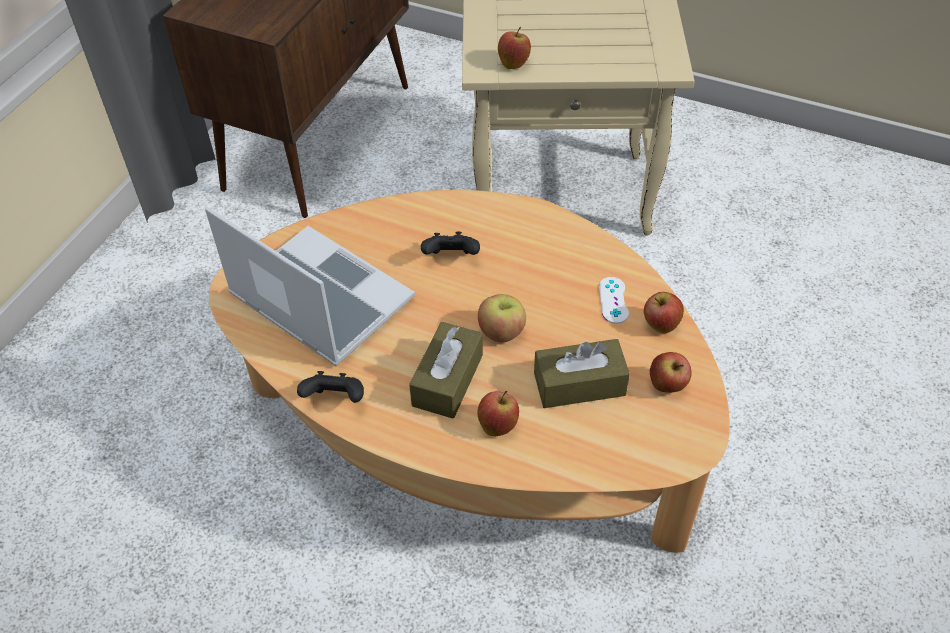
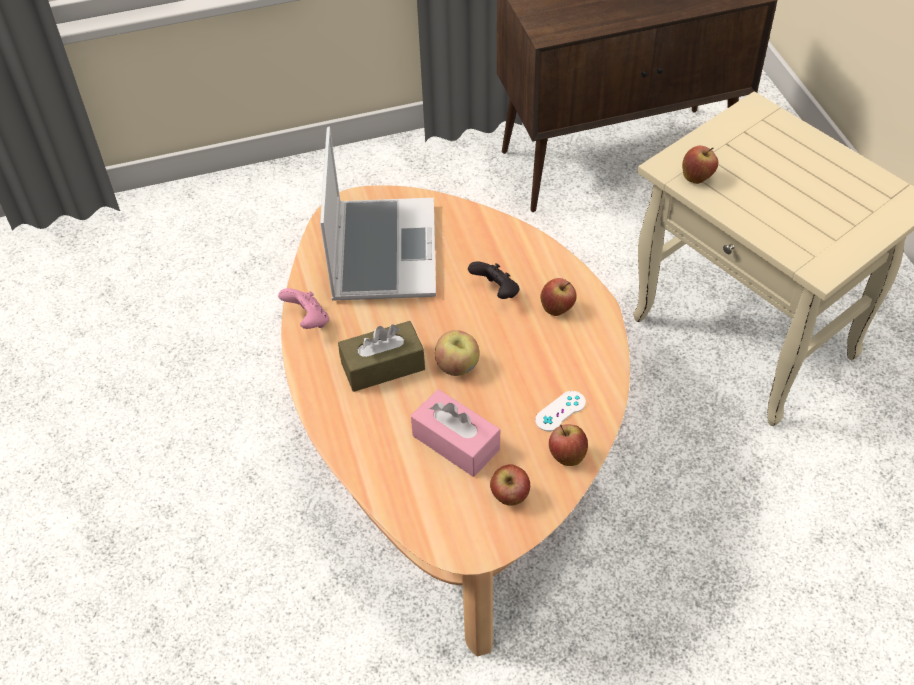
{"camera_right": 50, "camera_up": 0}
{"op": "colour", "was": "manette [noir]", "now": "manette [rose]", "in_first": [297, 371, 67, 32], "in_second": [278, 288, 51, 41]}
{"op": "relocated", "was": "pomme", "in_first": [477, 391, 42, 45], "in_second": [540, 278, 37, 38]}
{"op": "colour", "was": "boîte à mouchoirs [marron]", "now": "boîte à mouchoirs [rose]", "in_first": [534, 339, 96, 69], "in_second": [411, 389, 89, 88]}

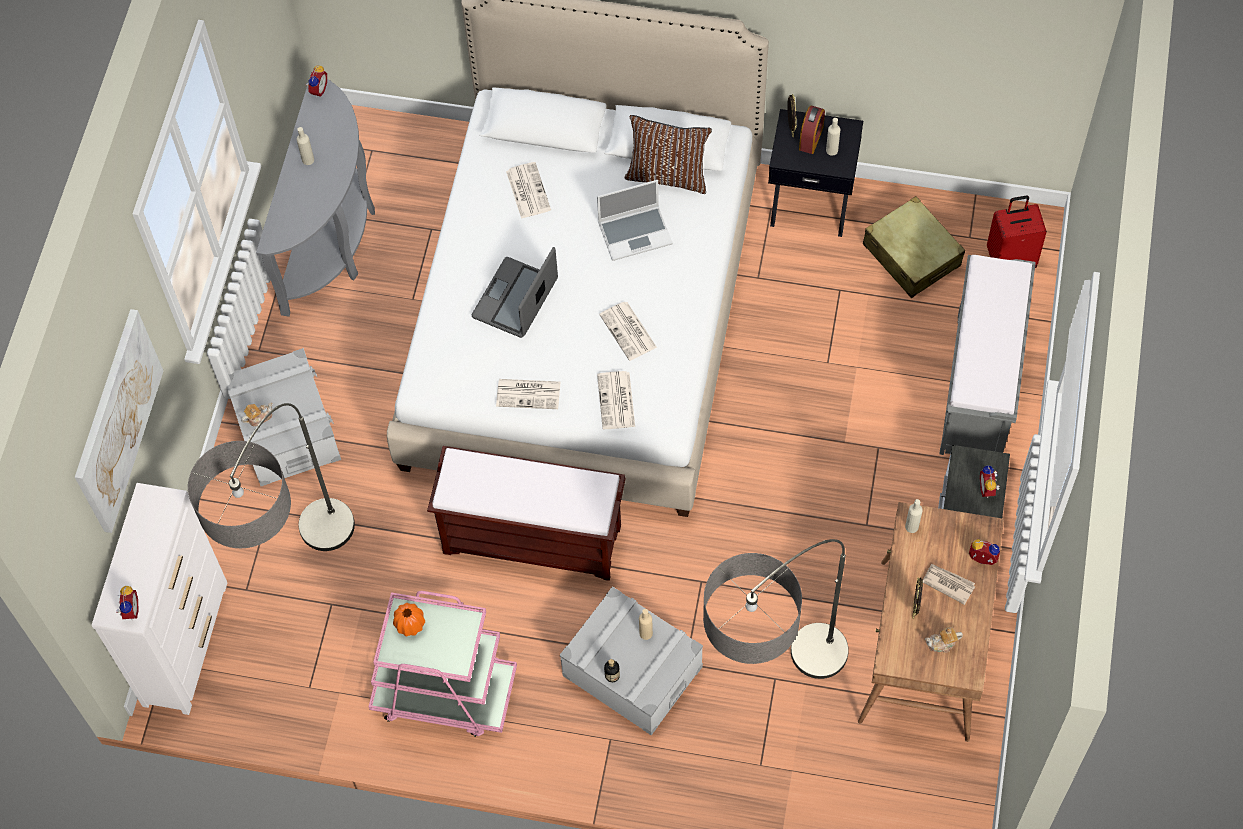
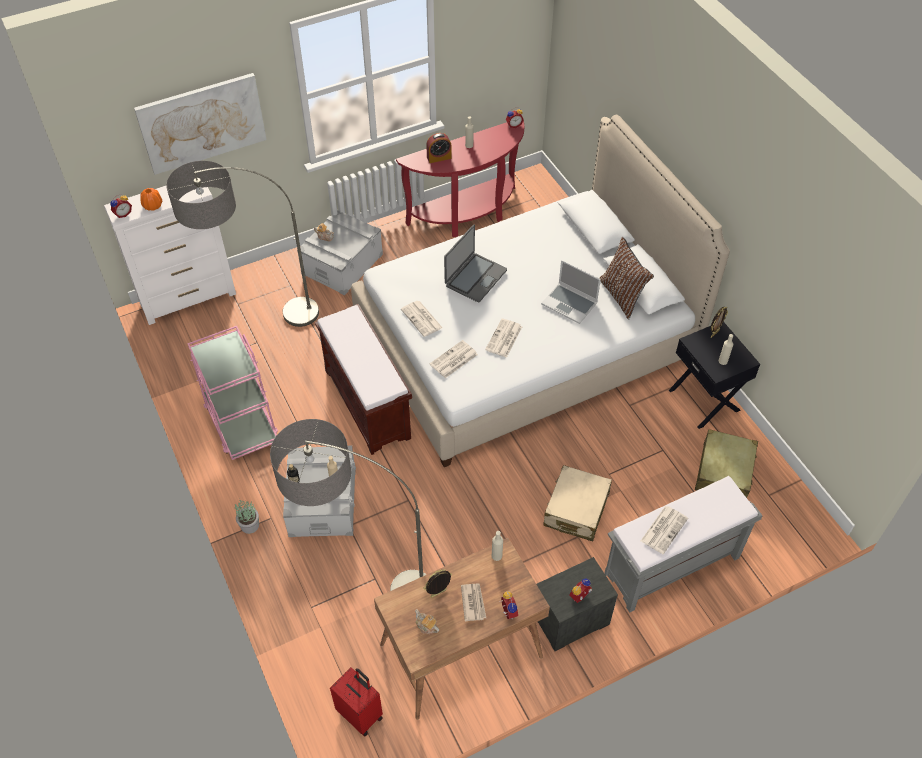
{"camera_right": 50, "camera_up": -10}
{"op": "colour", "was": "table console [gris]", "now": "table console [rouge]", "in_first": [256, 75, 119, 242], "in_second": [396, 121, 128, 116]}
{"op": "relocated", "was": "vase [orange]", "in_first": [393, 603, 32, 34], "in_second": [140, 188, 22, 23]}
{"op": "spun", "was": "ordinateur portable", "in_first": [472, 247, 86, 91], "in_second": [444, 225, 63, 77], "clockwise": 135}
{"op": "relocated", "was": "journal", "in_first": [506, 162, 45, 57], "in_second": [641, 506, 47, 48]}
{"op": "relocated", "was": "réveil", "in_first": [799, 106, 26, 48], "in_second": [426, 133, 26, 30]}
{"op": "relocated", "was": "valise [rouge]", "in_first": [987, 196, 60, 72], "in_second": [330, 667, 53, 70]}
{"op": "appeared", "now": "plante en pot", "in_second": [235, 499, 24, 35]}
{"op": "appeared", "now": "valise [beige]", "in_second": [543, 465, 69, 76]}

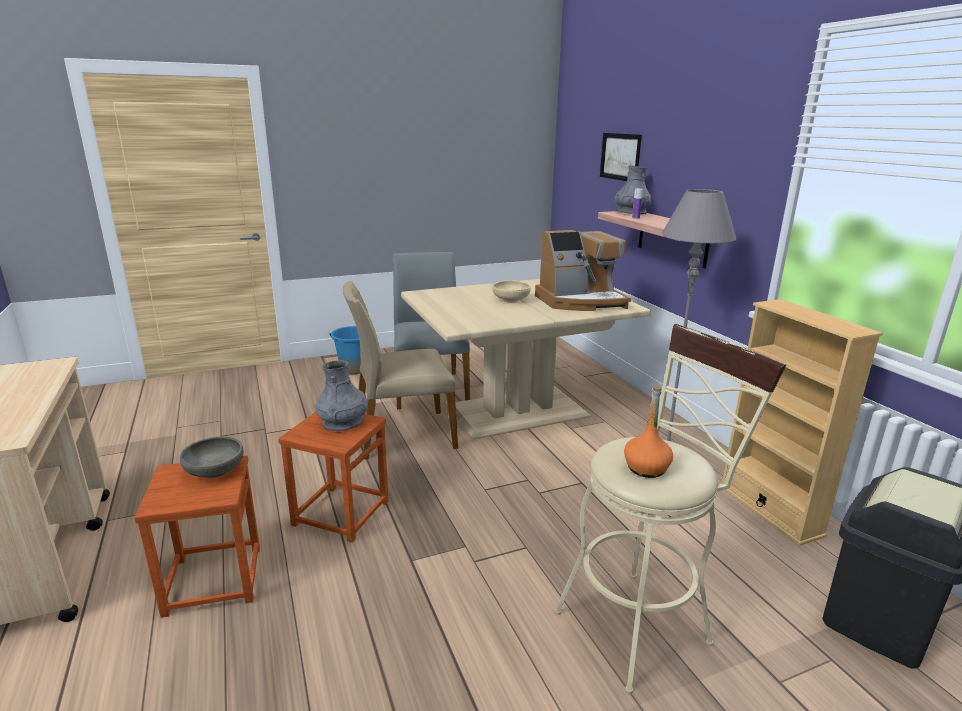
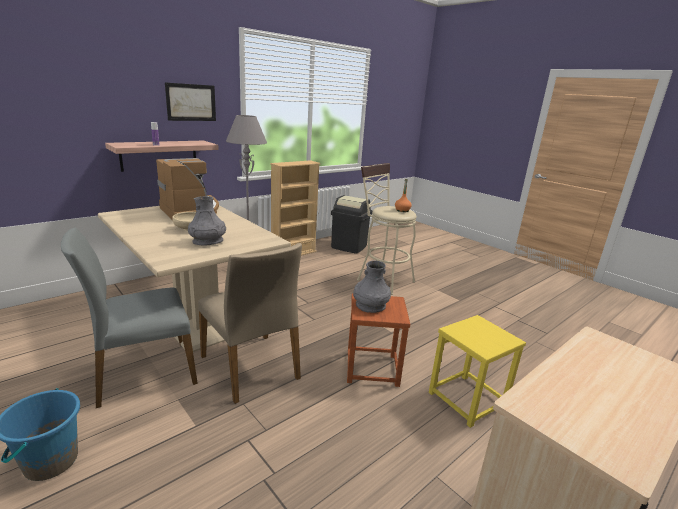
{"camera_right": -110, "camera_up": 0}
{"op": "colour", "was": "tabouret [marron]", "now": "tabouret [jaune]", "in_first": [134, 456, 126, 162], "in_second": [429, 315, 97, 113]}
{"op": "missing", "was": "bol [gris]", "in_first": [180, 437, 63, 41]}
{"op": "relocated", "was": "tableau", "in_first": [600, 133, 42, 48], "in_second": [165, 82, 51, 39]}
{"op": "relocated", "was": "vase [gris]", "in_first": [615, 166, 36, 48], "in_second": [188, 196, 38, 50]}

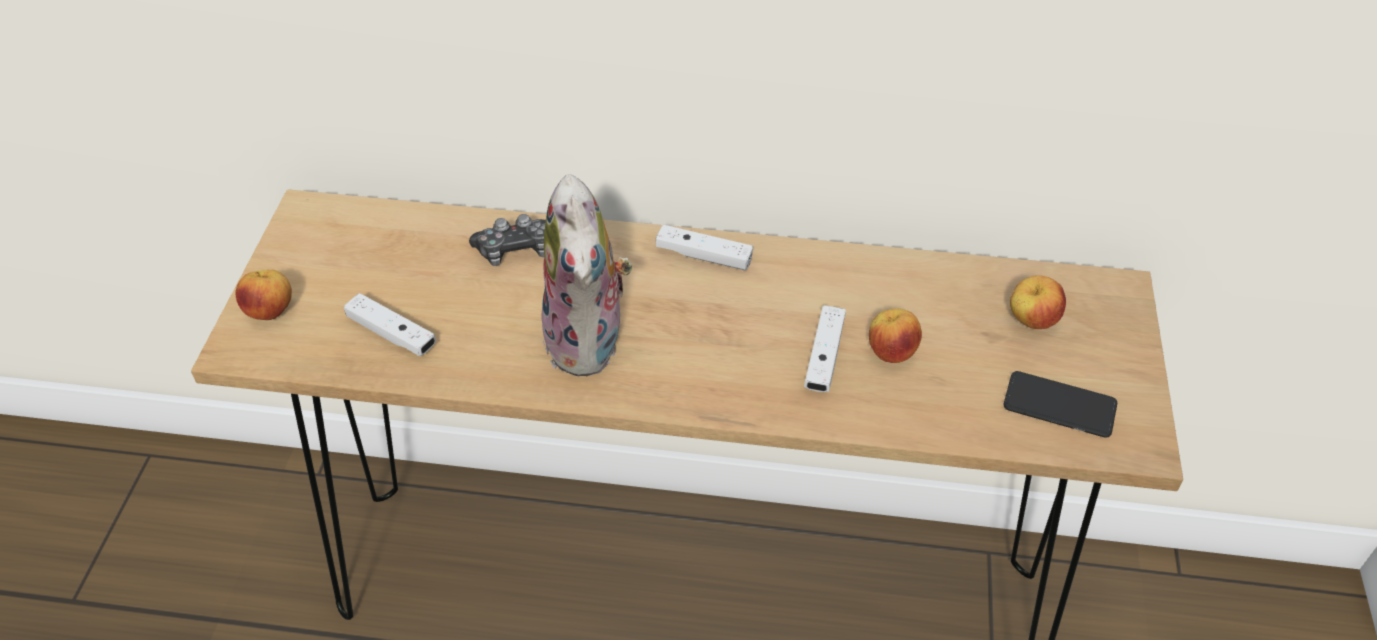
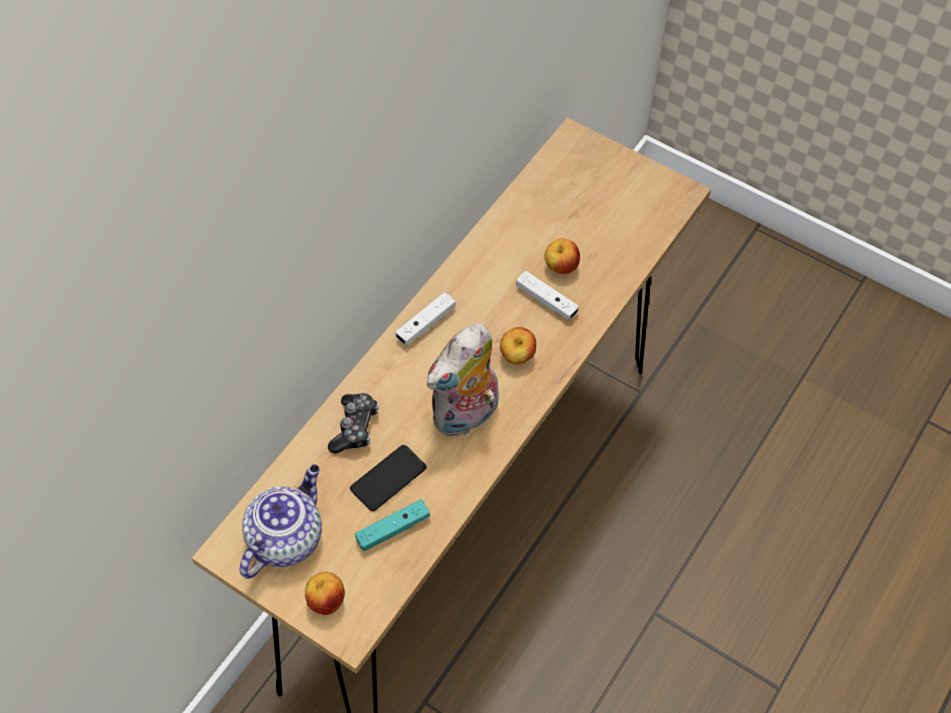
{"camera_right": -65, "camera_up": 10}
{"op": "colour", "was": "manette [blanc]", "now": "manette [turquoise]", "in_first": [344, 293, 92, 63], "in_second": [355, 499, 75, 52]}
{"op": "spun", "was": "peluche", "in_first": [541, 174, 92, 202], "in_second": [427, 324, 72, 112], "clockwise": 120}
{"op": "relocated", "was": "téléphone", "in_first": [1004, 371, 113, 67], "in_second": [350, 445, 76, 66]}
{"op": "relocated", "was": "pomme", "in_first": [1010, 275, 56, 54], "in_second": [500, 327, 36, 38]}
{"op": "appeared", "now": "théière", "in_second": [240, 464, 82, 115]}

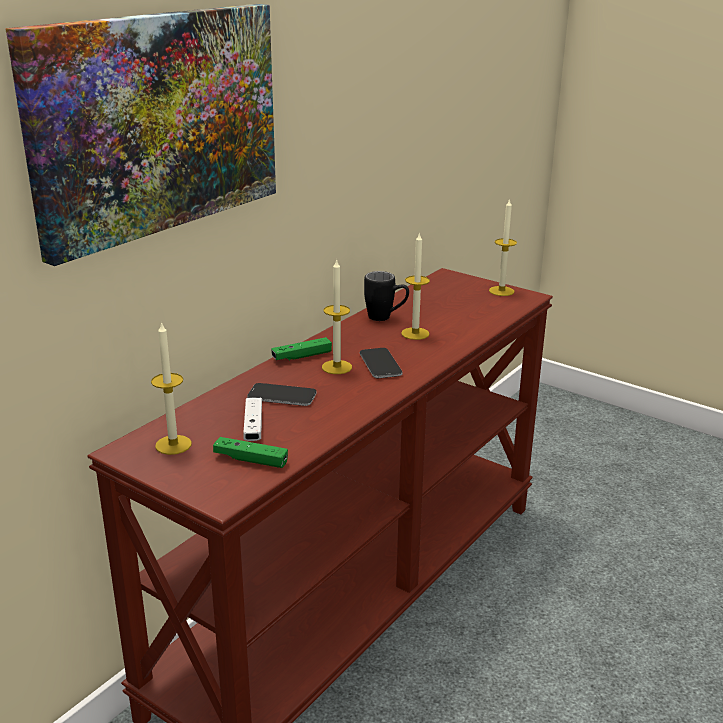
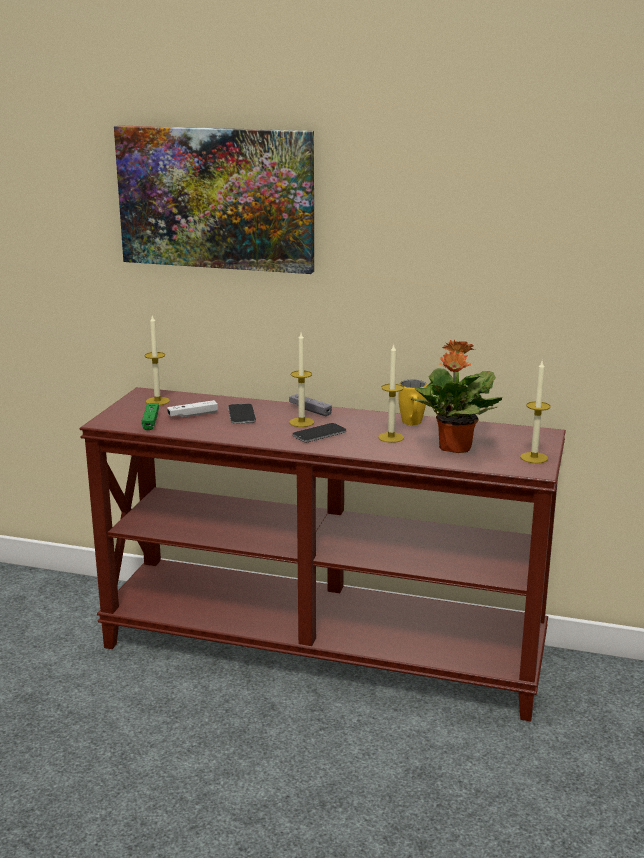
{"camera_right": 70, "camera_up": -5}
{"op": "colour", "was": "manette [vert]", "now": "manette [gris]", "in_first": [272, 337, 60, 23], "in_second": [289, 394, 43, 22]}
{"op": "colour", "was": "mug [noir]", "now": "mug [jaune]", "in_first": [364, 271, 45, 50], "in_second": [399, 380, 28, 45]}
{"op": "appeared", "now": "plante en pot", "in_second": [412, 340, 91, 113]}

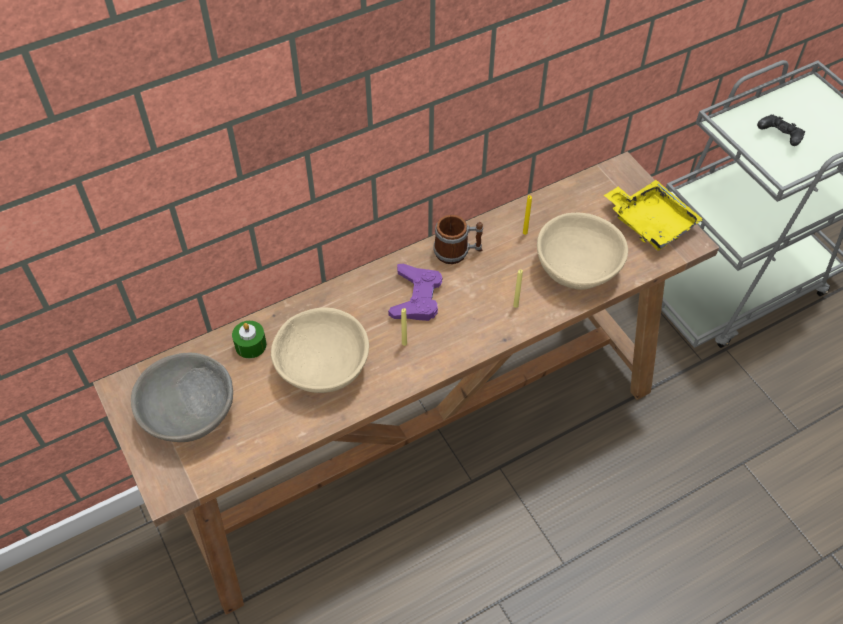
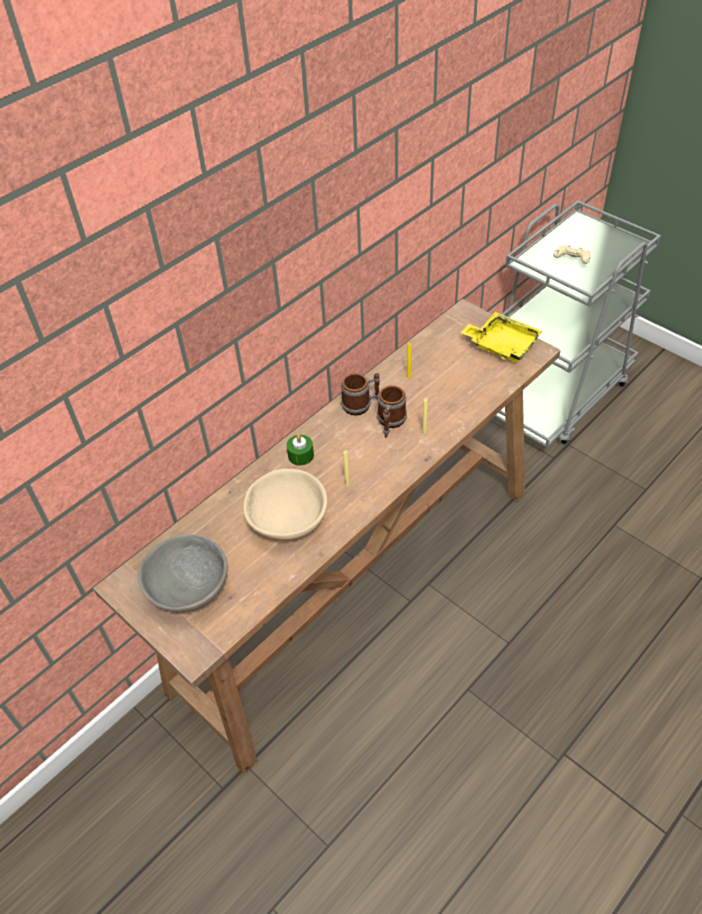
{"camera_right": -15, "camera_up": -5}
{"op": "relocated", "was": "bougie [vert]", "in_first": [232, 321, 35, 37], "in_second": [287, 434, 27, 32]}
{"op": "missing", "was": "manette [violet]", "in_first": [388, 264, 55, 57]}
{"op": "missing", "was": "bol [beige]", "in_first": [537, 213, 91, 77]}
{"op": "colour", "was": "manette [noir]", "now": "manette [beige]", "in_first": [757, 115, 48, 31], "in_second": [553, 245, 38, 19]}
{"op": "appeared", "now": "mug", "in_second": [377, 385, 30, 53]}

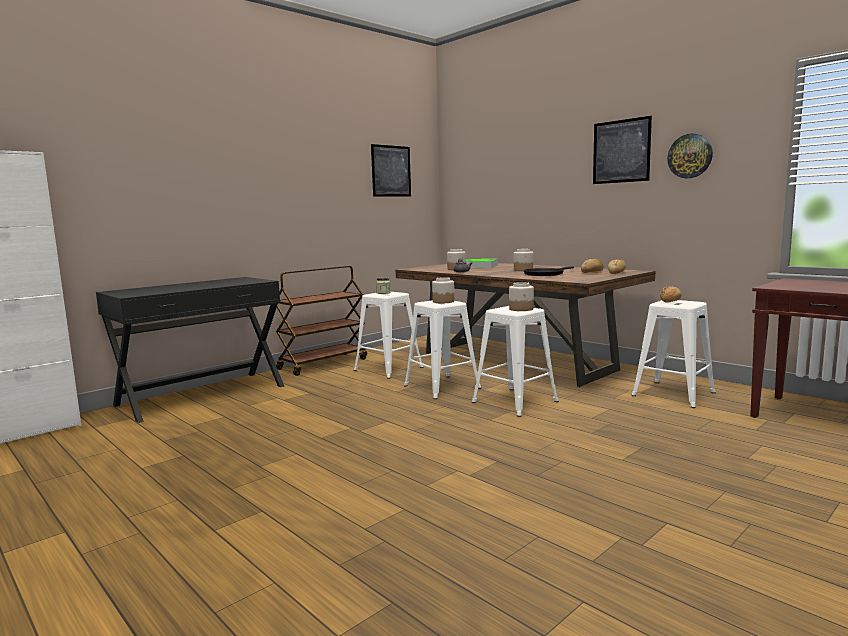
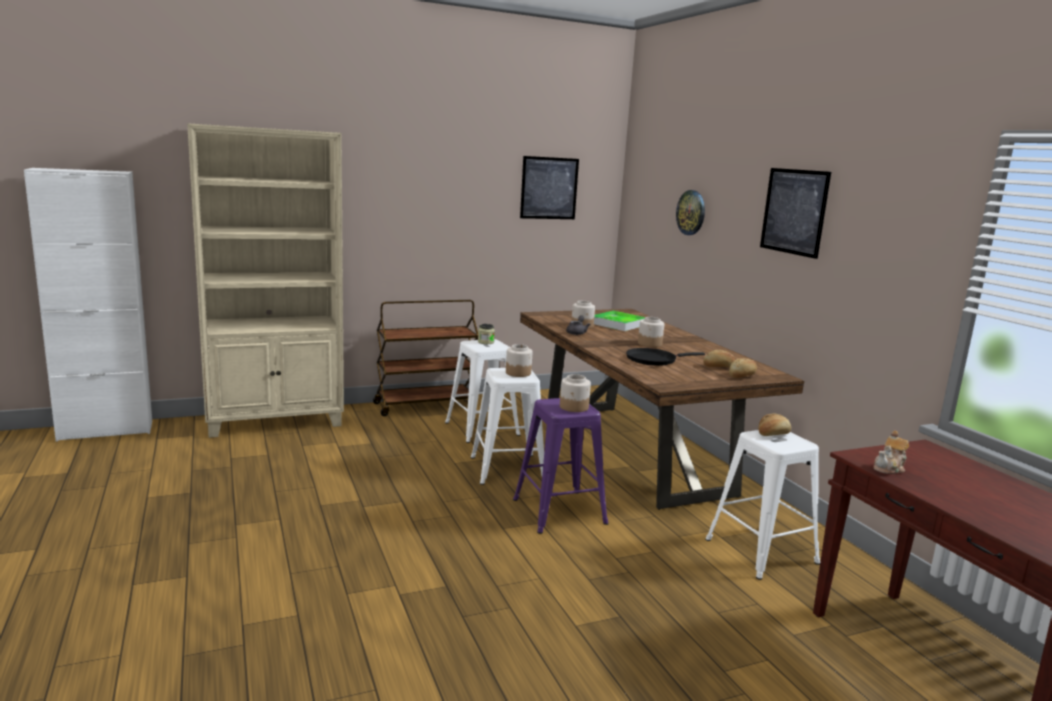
{"camera_right": 20, "camera_up": 5}
{"op": "exchanged", "was": "table console [noir]", "now": "bibliothèque [beige]", "in_first": [96, 277, 188, 146], "in_second": [187, 123, 157, 315]}
{"op": "colour", "was": "tabouret [blanc]", "now": "tabouret [violet]", "in_first": [472, 306, 87, 111], "in_second": [513, 398, 96, 136]}
{"op": "relocated", "was": "horloge murale", "in_first": [667, 133, 46, 45], "in_second": [676, 190, 29, 45]}
{"op": "appeared", "now": "théière", "in_second": [873, 430, 36, 44]}

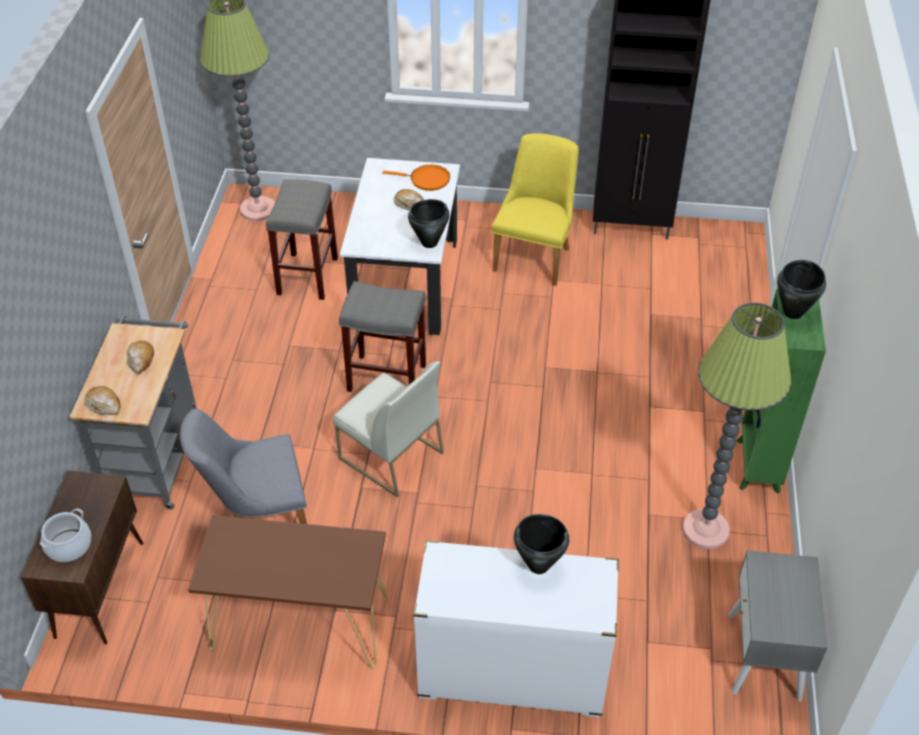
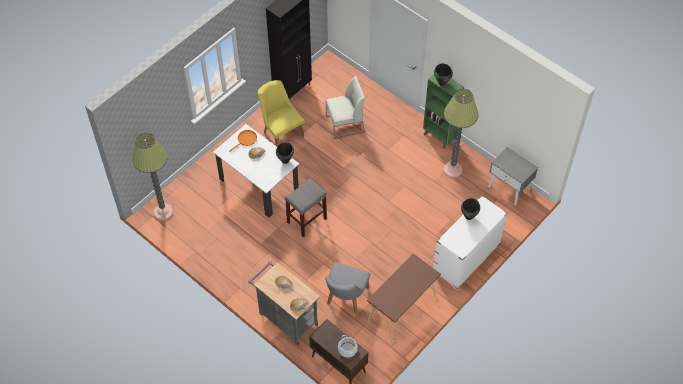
{"camera_right": -55, "camera_up": 10}
{"op": "missing", "was": "tabouret [gris]", "in_first": [266, 179, 72, 121]}
{"op": "relocated", "was": "chaise [blanc]", "in_first": [333, 361, 111, 136], "in_second": [325, 76, 40, 63]}

